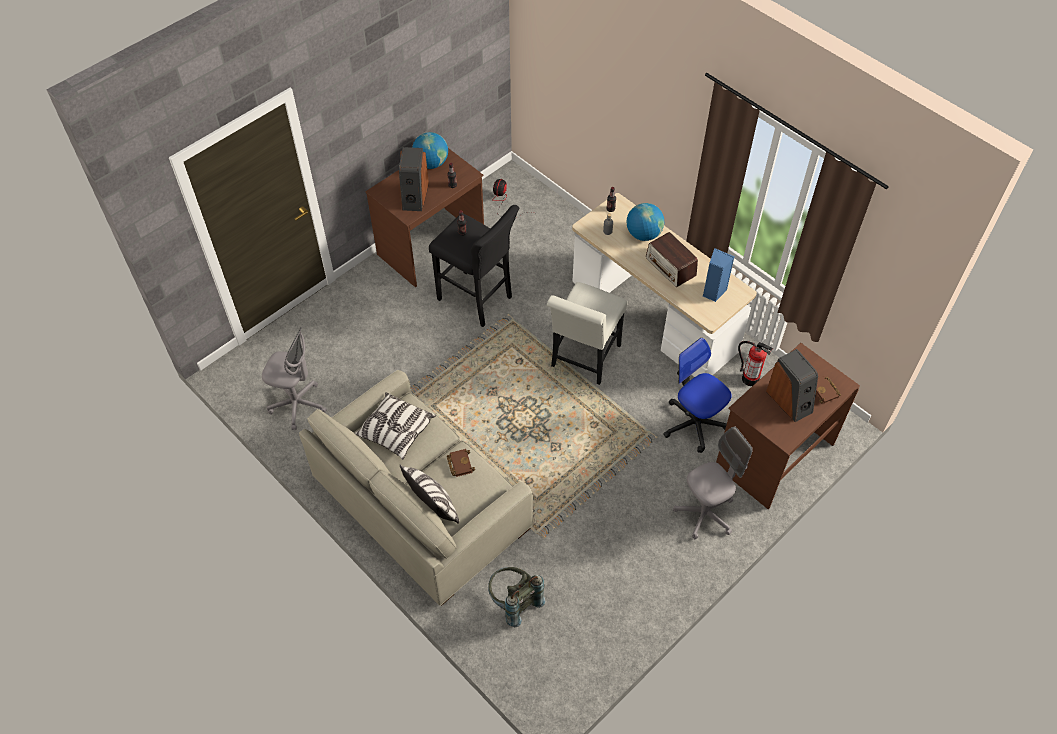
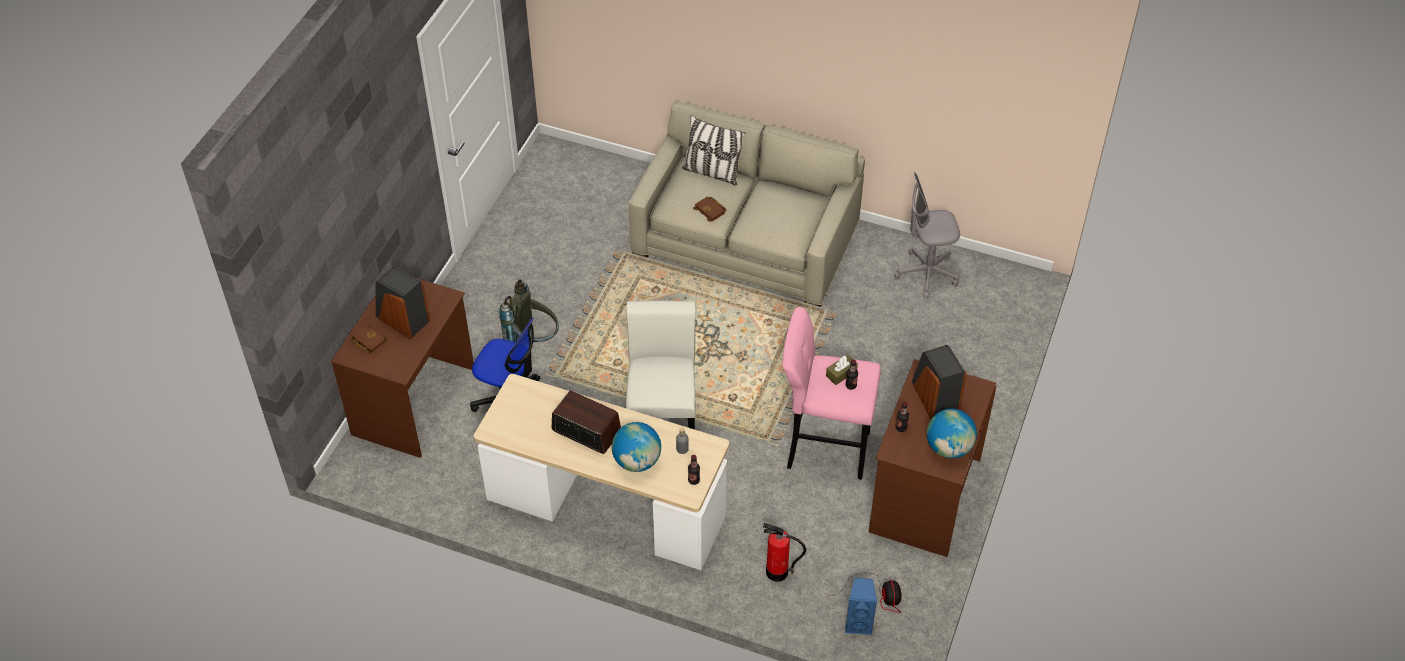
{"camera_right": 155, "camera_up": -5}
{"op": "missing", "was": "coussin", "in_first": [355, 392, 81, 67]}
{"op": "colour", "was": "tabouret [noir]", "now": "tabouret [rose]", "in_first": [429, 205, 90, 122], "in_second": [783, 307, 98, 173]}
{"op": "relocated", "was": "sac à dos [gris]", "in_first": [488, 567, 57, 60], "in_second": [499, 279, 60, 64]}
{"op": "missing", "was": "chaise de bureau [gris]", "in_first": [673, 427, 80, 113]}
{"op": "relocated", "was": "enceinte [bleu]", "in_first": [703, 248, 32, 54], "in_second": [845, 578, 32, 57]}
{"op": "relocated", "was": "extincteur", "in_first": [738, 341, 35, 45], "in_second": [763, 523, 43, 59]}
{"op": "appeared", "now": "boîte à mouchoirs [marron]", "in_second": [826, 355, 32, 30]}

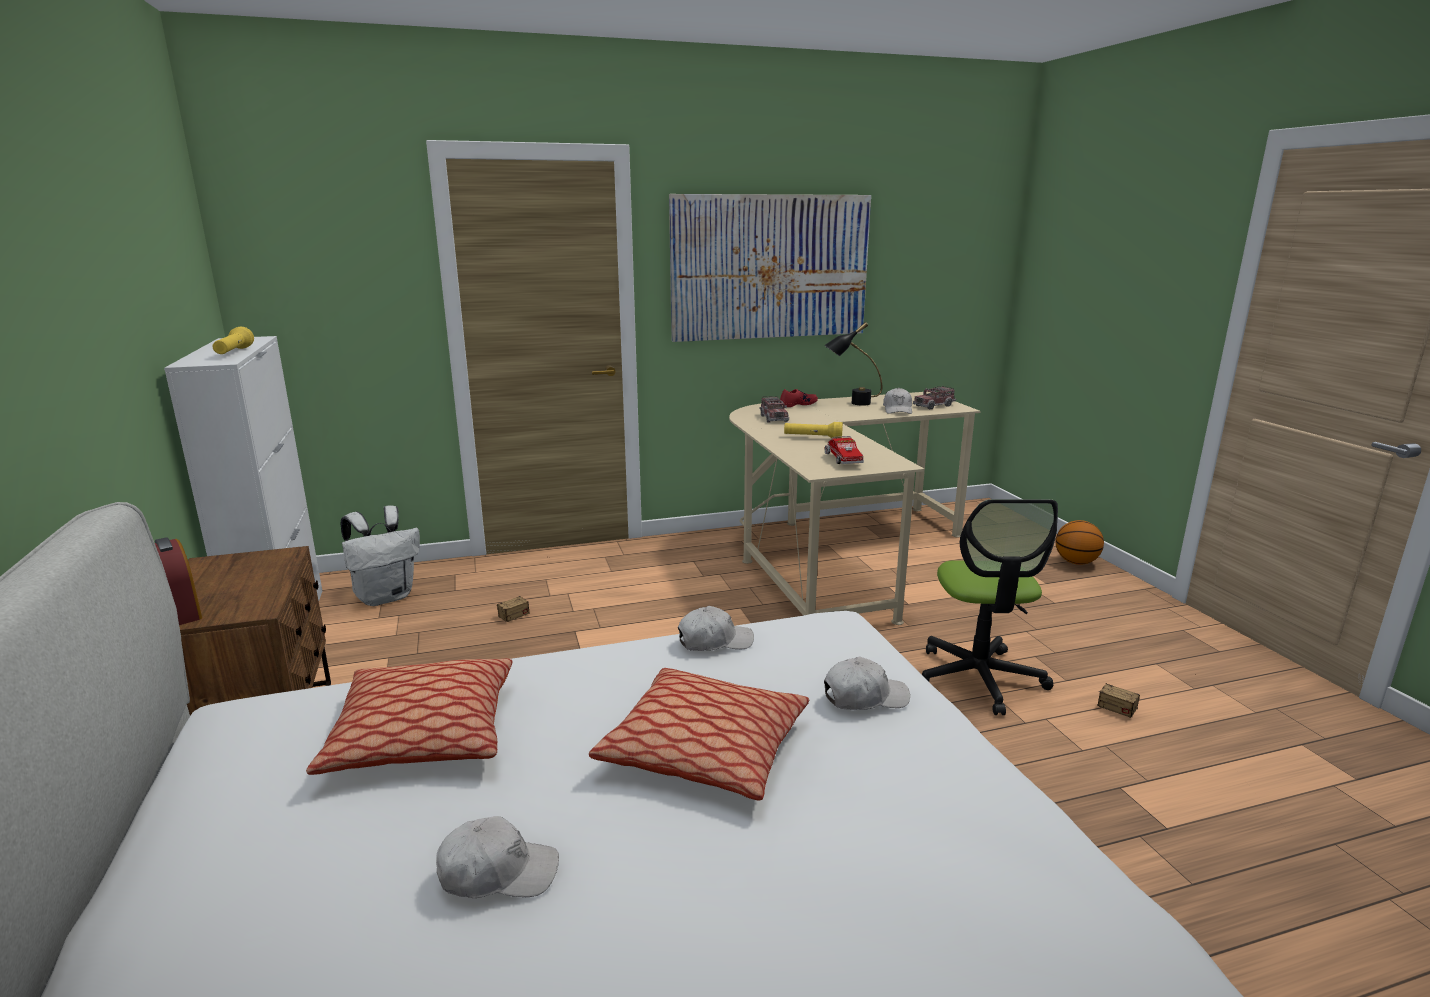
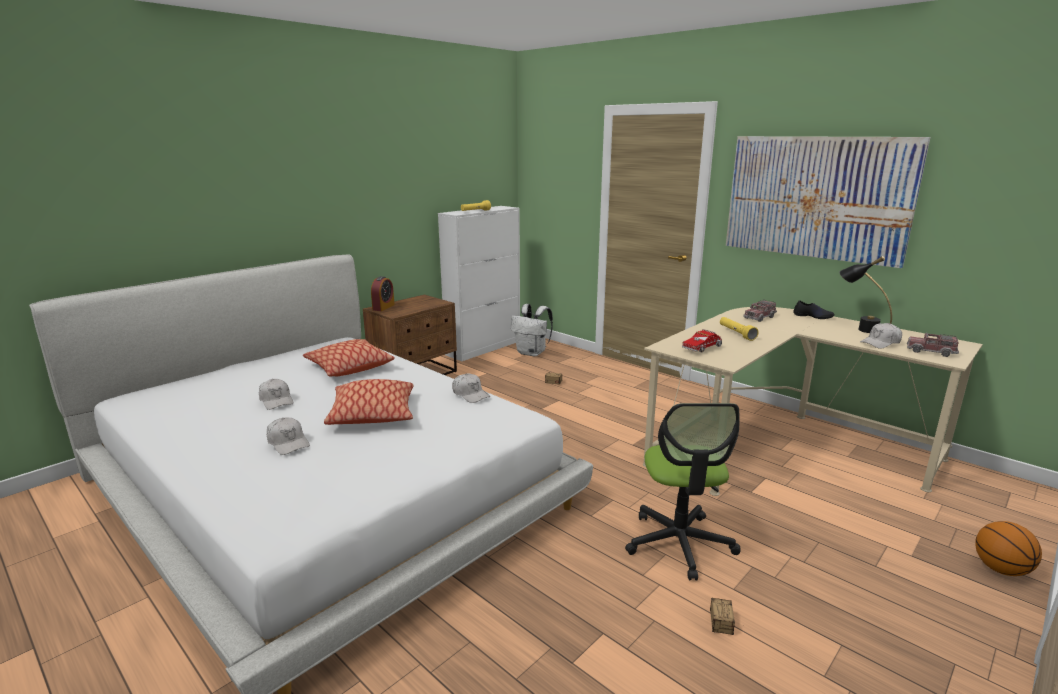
{"camera_right": 60, "camera_up": 0}
{"op": "colour", "was": "chaussure [rouge]", "now": "chaussure [noir]", "in_first": [780, 389, 38, 18], "in_second": [793, 300, 42, 19]}
{"op": "relocated", "was": "casquette [blanc]", "in_first": [824, 657, 86, 53], "in_second": [267, 417, 43, 38]}
{"op": "spun", "was": "chaise de bureau", "in_first": [922, 499, 136, 216], "in_second": [625, 403, 115, 177], "clockwise": -60}

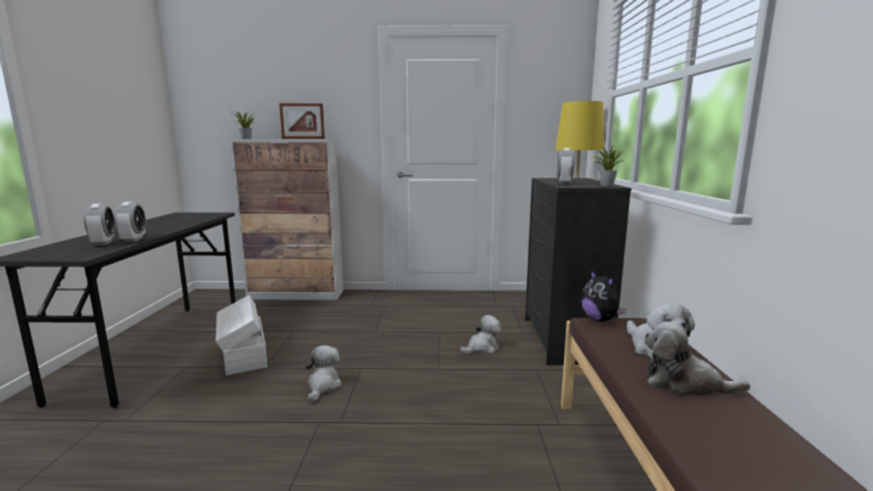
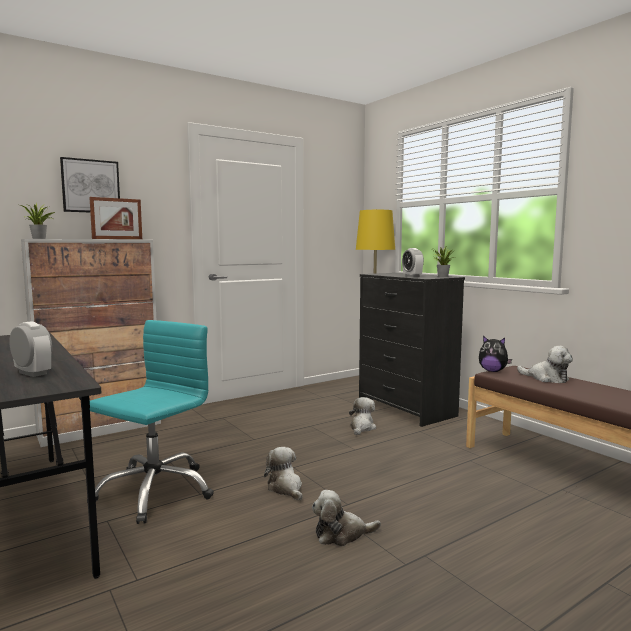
{"camera_right": -35, "camera_up": -5}
{"op": "missing", "was": "réveil", "in_first": [114, 202, 32, 41]}
{"op": "exchanged", "was": "boîte de rangement [blanc]", "now": "chaise de bureau [turquoise]", "in_first": [216, 295, 51, 80], "in_second": [87, 320, 127, 204]}
{"op": "relocated", "was": "peluche", "in_first": [644, 321, 106, 75], "in_second": [312, 490, 69, 56]}
{"op": "appeared", "now": "tableau", "in_second": [60, 157, 60, 55]}

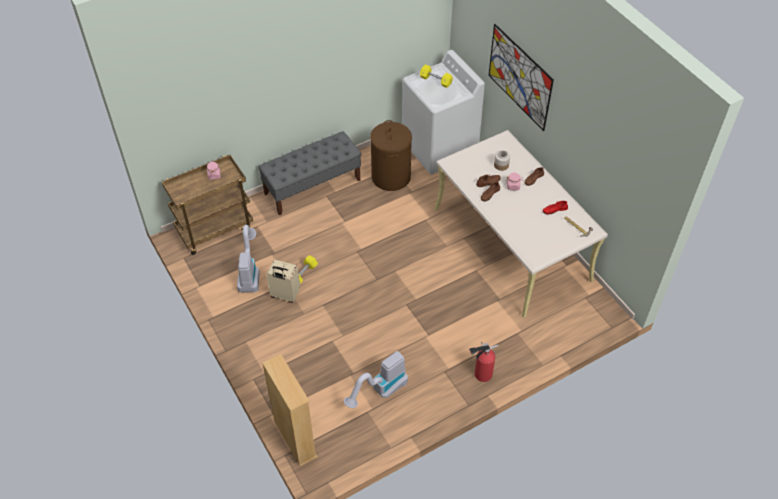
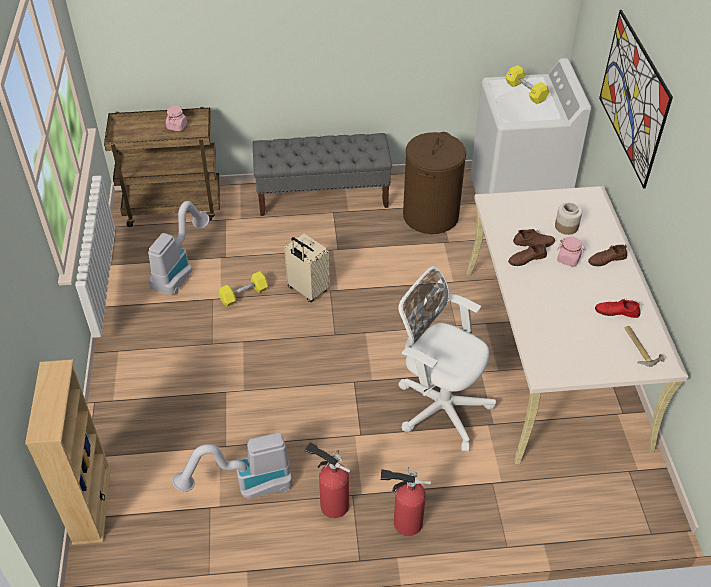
{"camera_right": 25, "camera_up": -5}
{"op": "relocated", "was": "valise [beige]", "in_first": [267, 260, 34, 43], "in_second": [284, 233, 46, 69]}
{"op": "appeared", "now": "extincteur", "in_second": [304, 442, 47, 76]}
{"op": "appeared", "now": "chaise de bureau [blanc]", "in_second": [398, 266, 98, 186]}

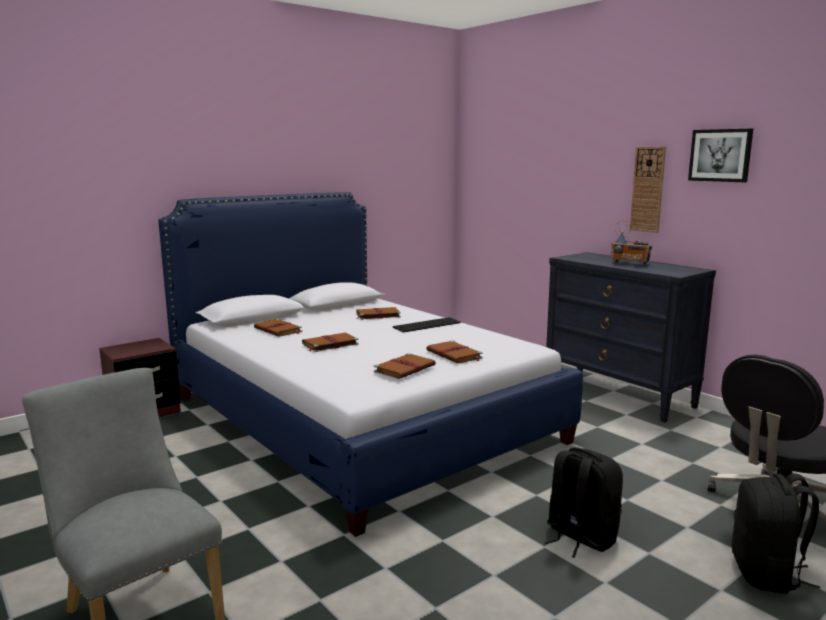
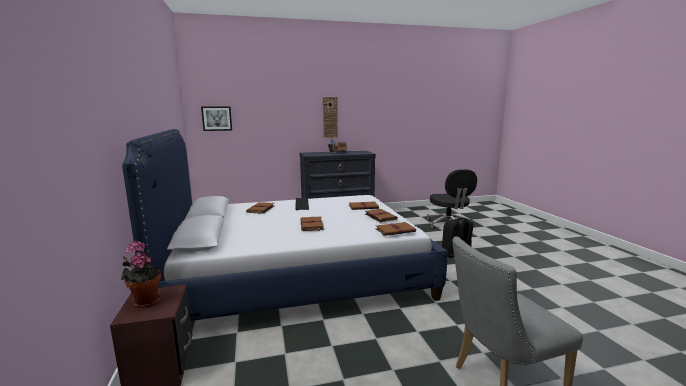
{"camera_right": -65, "camera_up": 0}
{"op": "relocated", "was": "livre [marron]", "in_first": [254, 319, 48, 18], "in_second": [376, 222, 40, 14]}
{"op": "relocated", "was": "tableau", "in_first": [688, 129, 65, 53], "in_second": [201, 106, 31, 25]}
{"op": "missing", "was": "sac à dos [noir]", "in_first": [732, 474, 88, 120]}
{"op": "appeared", "now": "plante en pot", "in_second": [121, 241, 40, 67]}

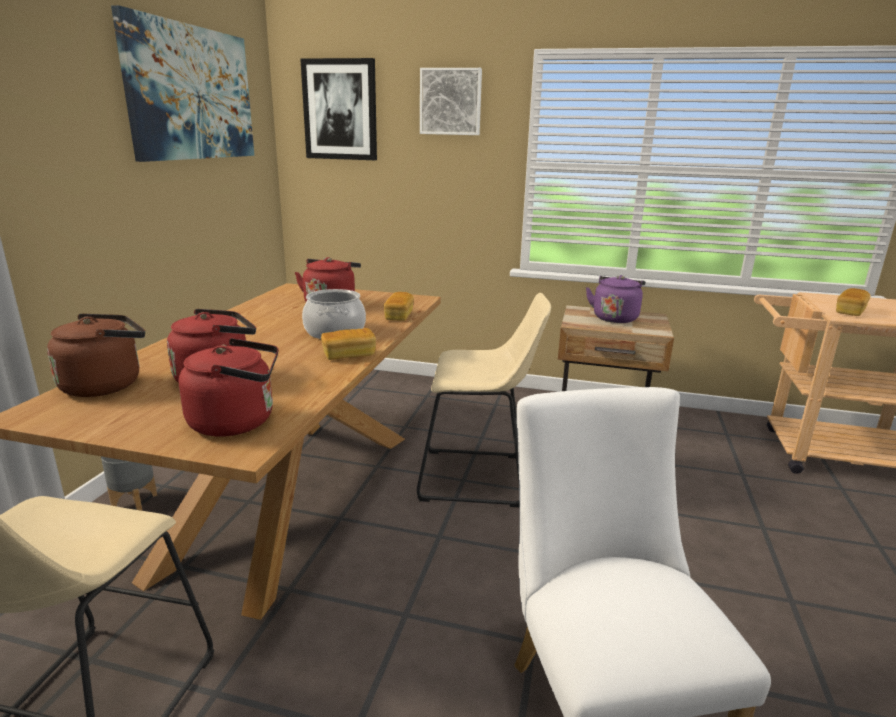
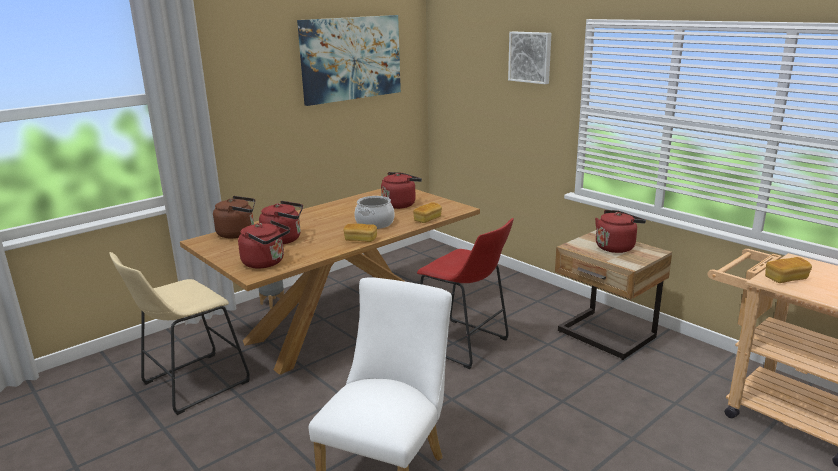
{"camera_right": 35, "camera_up": 0}
{"op": "missing", "was": "tableau", "in_first": [300, 58, 77, 102]}
{"op": "colour", "was": "tabouret [beige]", "now": "tabouret [rouge]", "in_first": [417, 293, 134, 214], "in_second": [417, 218, 97, 151]}
{"op": "colour", "was": "bouilloire [violet]", "now": "bouilloire [rouge]", "in_first": [586, 275, 60, 48], "in_second": [595, 210, 51, 43]}

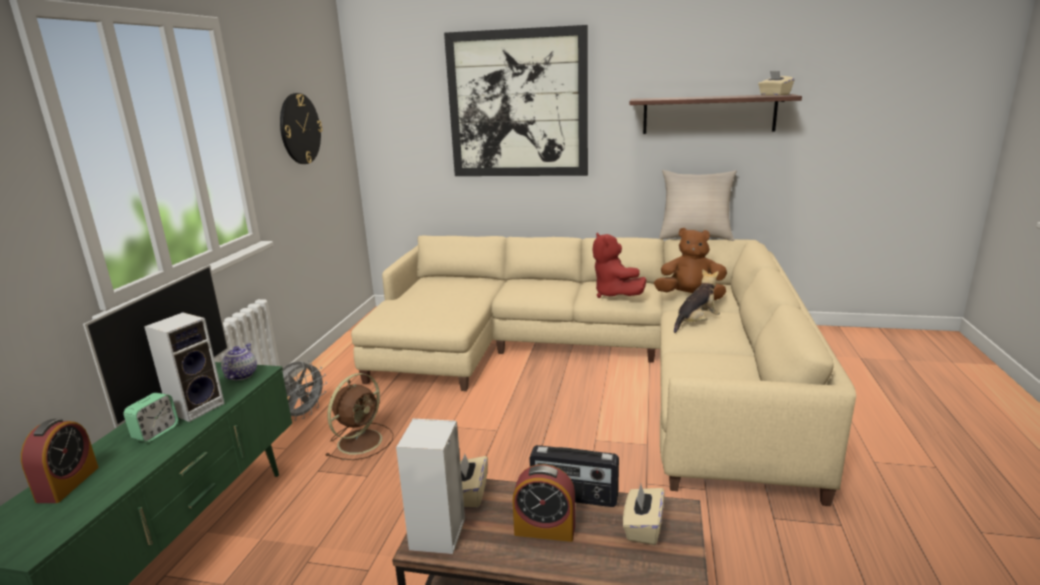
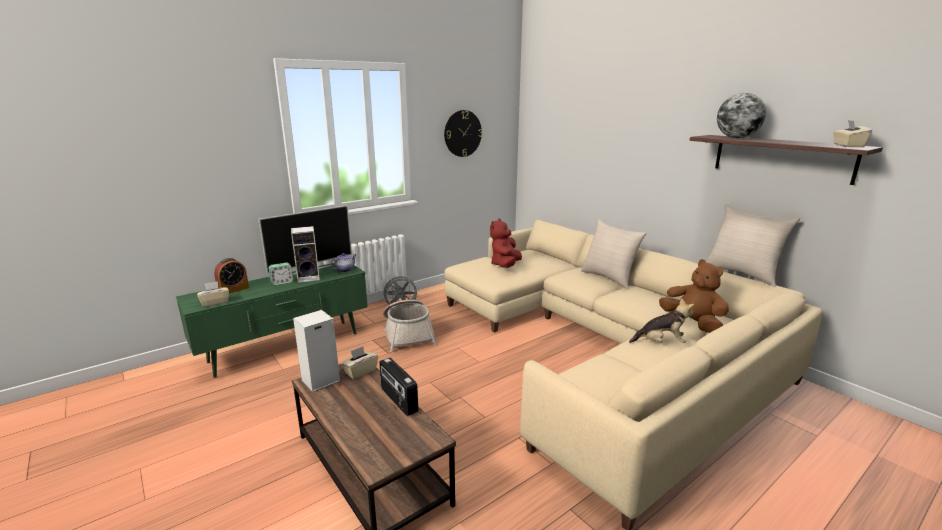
{"camera_right": 40, "camera_up": 0}
{"op": "exchanged", "was": "ventilateur [marron]", "now": "panier", "in_first": [325, 373, 69, 87], "in_second": [383, 300, 54, 52]}
{"op": "missing", "was": "tableau", "in_first": [444, 25, 144, 151]}
{"op": "missing", "was": "réveil", "in_first": [513, 464, 62, 78]}
{"op": "relocated", "was": "peluche [rouge]", "in_first": [593, 233, 53, 65], "in_second": [490, 219, 32, 49]}
{"op": "relocated", "was": "boîte à mouchoirs [beige]", "in_first": [623, 484, 42, 61], "in_second": [197, 281, 32, 26]}
{"op": "appeared", "now": "coussin [beige]", "in_second": [581, 219, 66, 70]}
{"op": "appeared", "now": "globe", "in_second": [717, 93, 49, 45]}

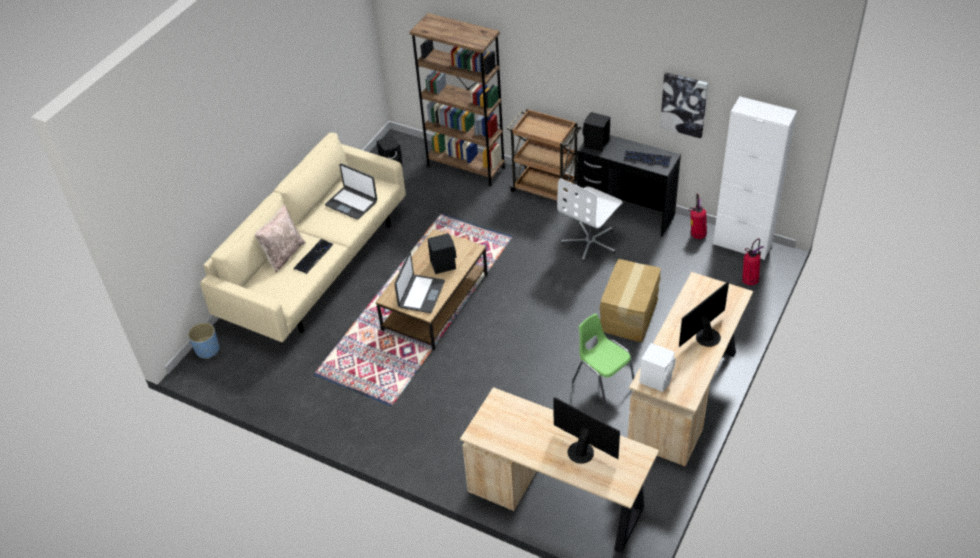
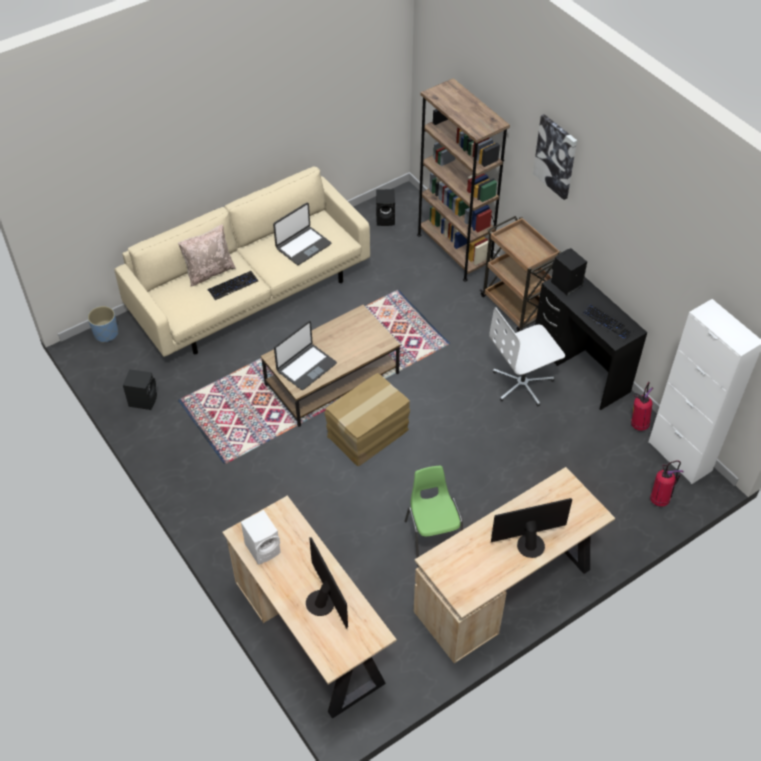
{"camera_right": 25, "camera_up": 5}
{"op": "spun", "was": "ordinateur portable", "in_first": [325, 164, 52, 56], "in_second": [273, 202, 58, 63], "clockwise": -105}
{"op": "relocated", "was": "enceinte [noir]", "in_first": [427, 233, 29, 41], "in_second": [123, 369, 34, 41]}
{"op": "relocated", "was": "carton", "in_first": [600, 259, 61, 83], "in_second": [325, 373, 85, 93]}
{"op": "relocated", "was": "enceinte [blanc]", "in_first": [639, 343, 37, 49], "in_second": [241, 510, 40, 55]}
{"op": "relocated", "was": "tableau", "in_first": [660, 72, 48, 67], "in_second": [533, 114, 44, 86]}

